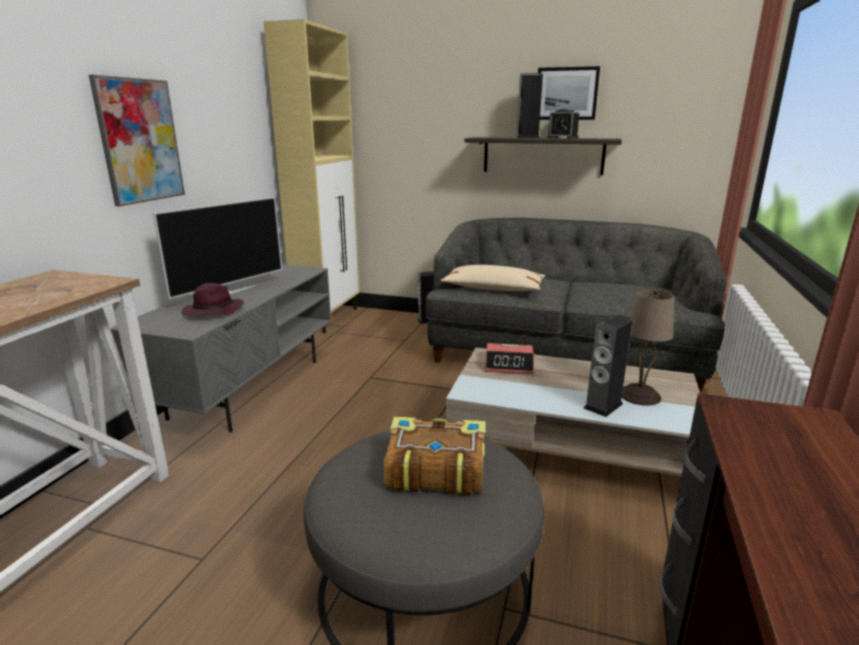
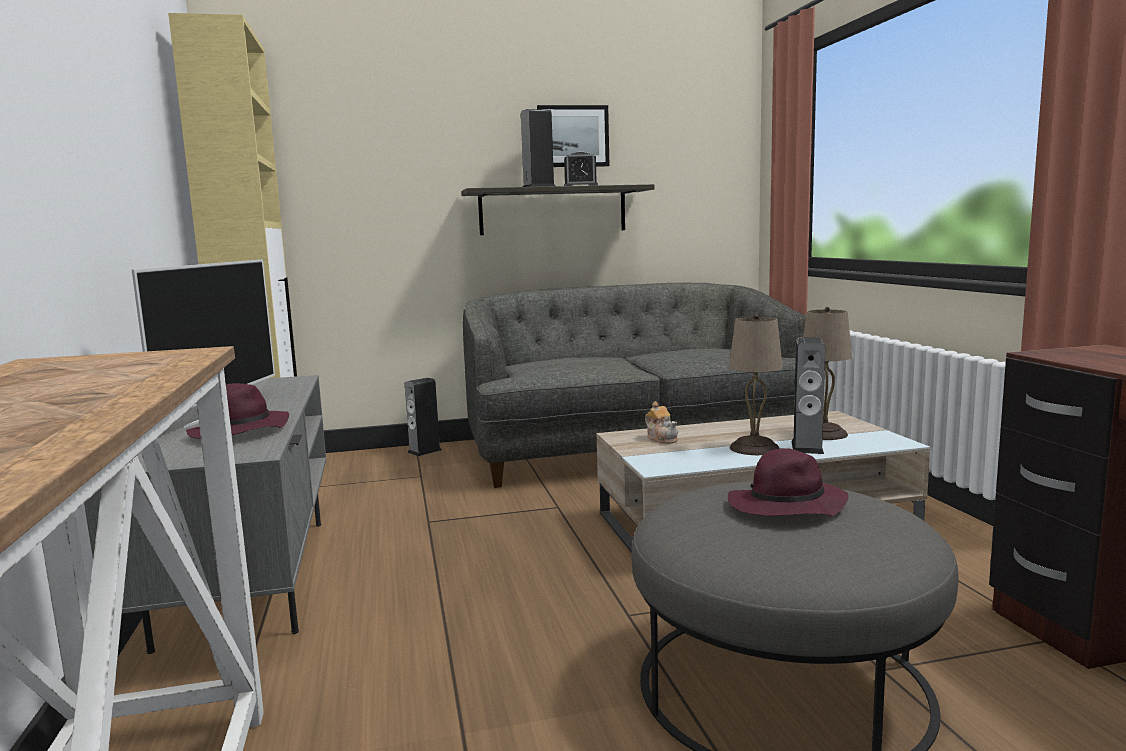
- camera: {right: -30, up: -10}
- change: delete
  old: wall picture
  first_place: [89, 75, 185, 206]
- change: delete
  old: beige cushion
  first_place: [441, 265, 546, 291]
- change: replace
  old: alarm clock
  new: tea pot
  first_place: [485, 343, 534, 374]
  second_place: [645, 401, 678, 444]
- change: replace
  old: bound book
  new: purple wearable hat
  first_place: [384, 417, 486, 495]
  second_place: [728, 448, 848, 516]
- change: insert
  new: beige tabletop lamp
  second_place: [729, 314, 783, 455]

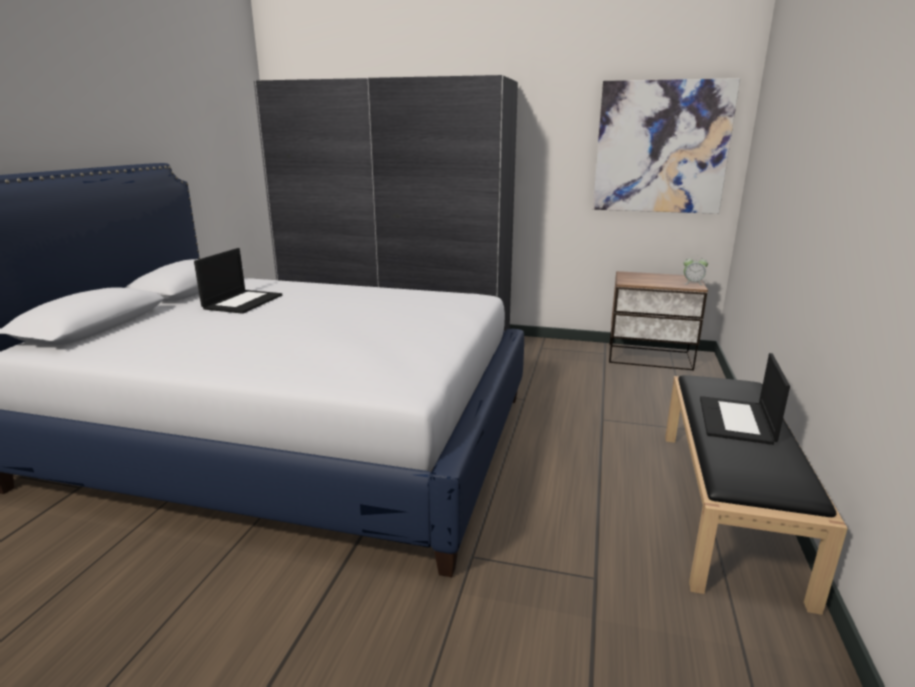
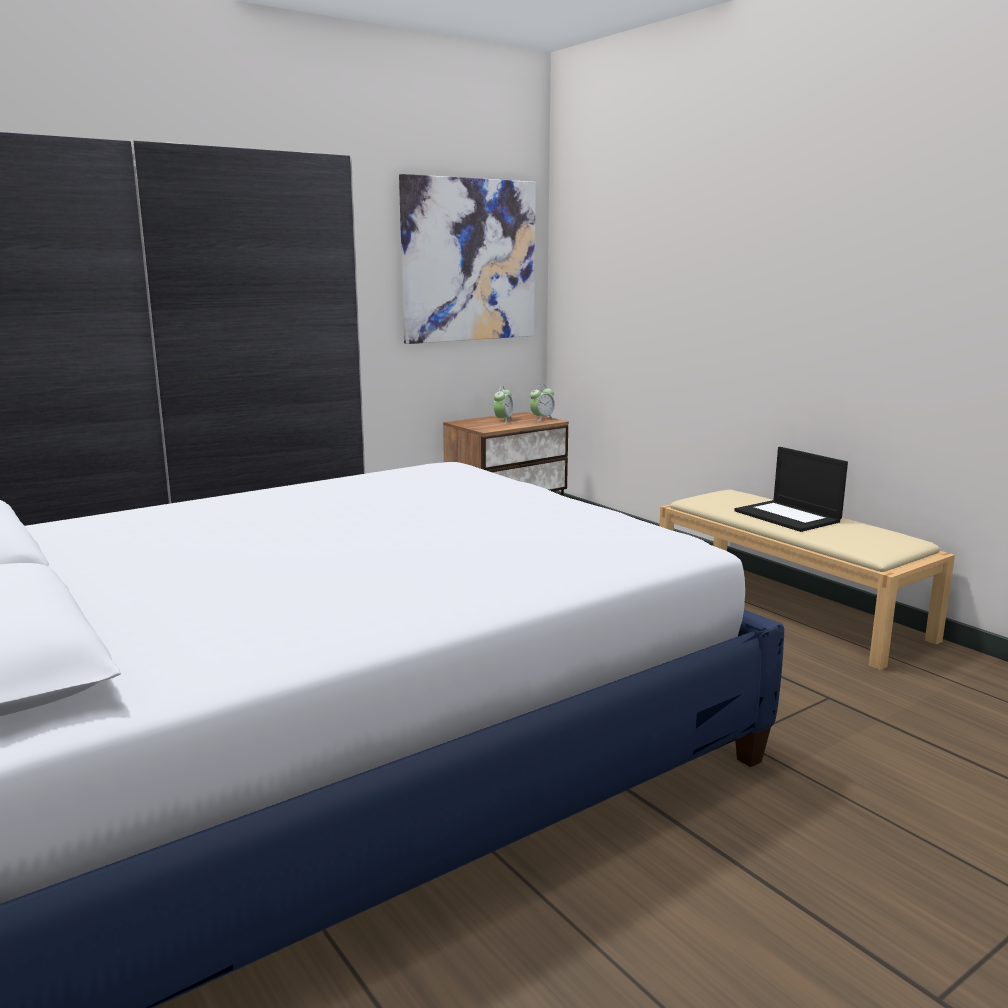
- camera: {right: -50, up: -5}
- change: delete
  old: portable computer
  first_place: [194, 248, 282, 314]
- change: recolor
  old: black indoor bench
  new: beige indoor bench
  first_place: [665, 375, 848, 615]
  second_place: [659, 489, 955, 670]
- change: insert
  new: alarm clock
  second_place: [494, 386, 513, 423]

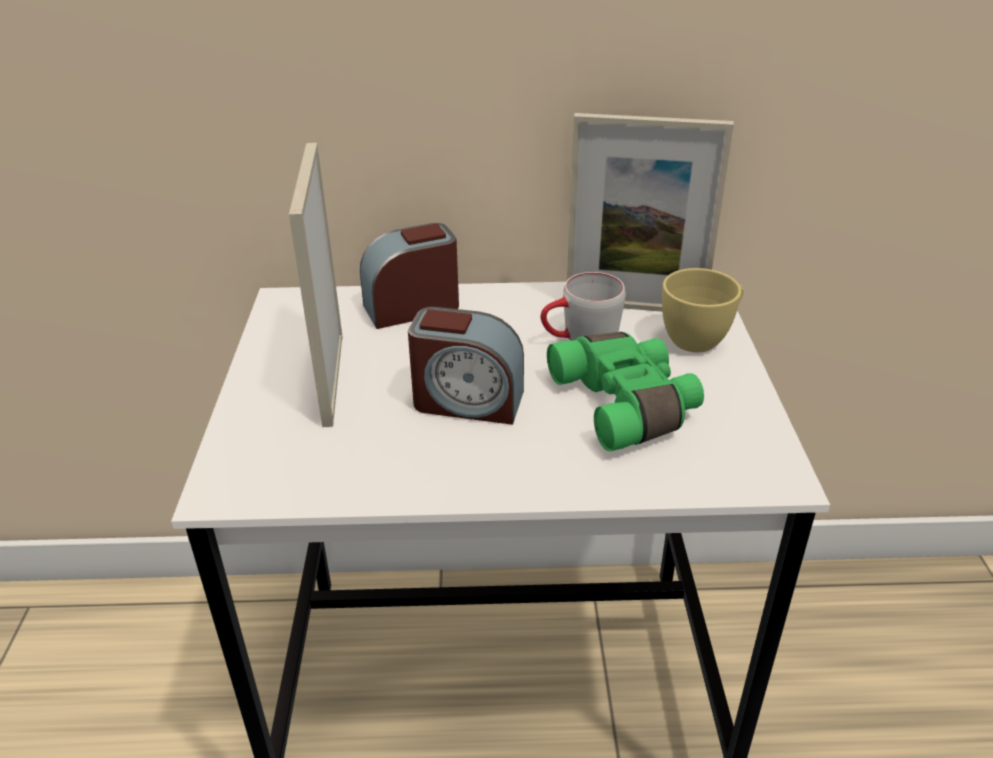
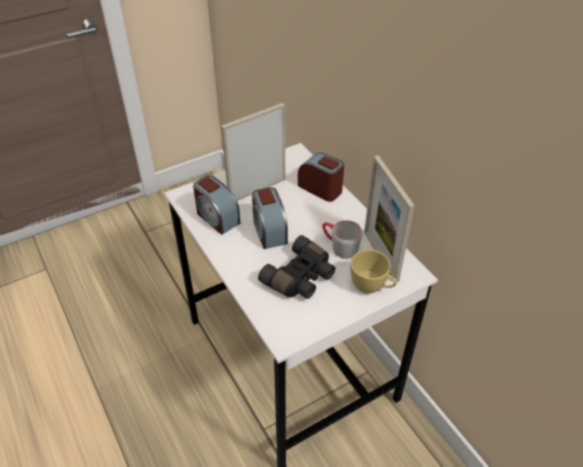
- camera: {right: 60, up: 10}
- change: recolor
  old: green field glasses
  new: black field glasses
  first_place: [547, 332, 704, 451]
  second_place: [258, 235, 335, 299]
- change: insert
  new: alarm clock
  second_place: [193, 175, 240, 235]

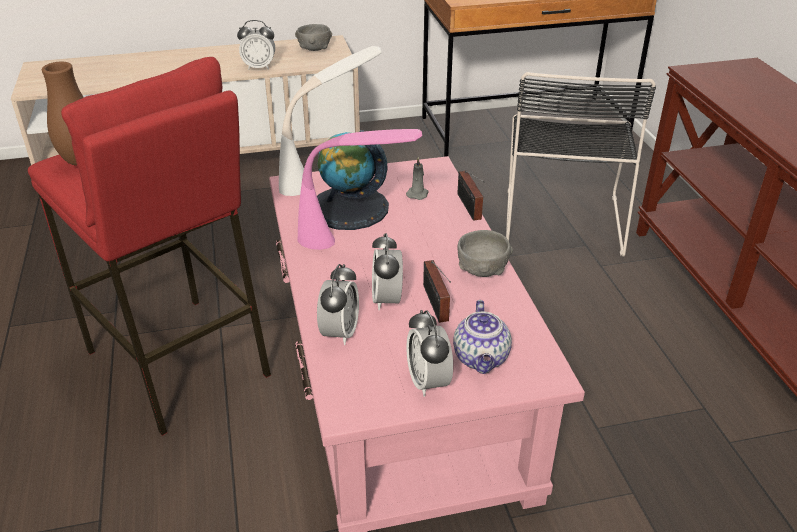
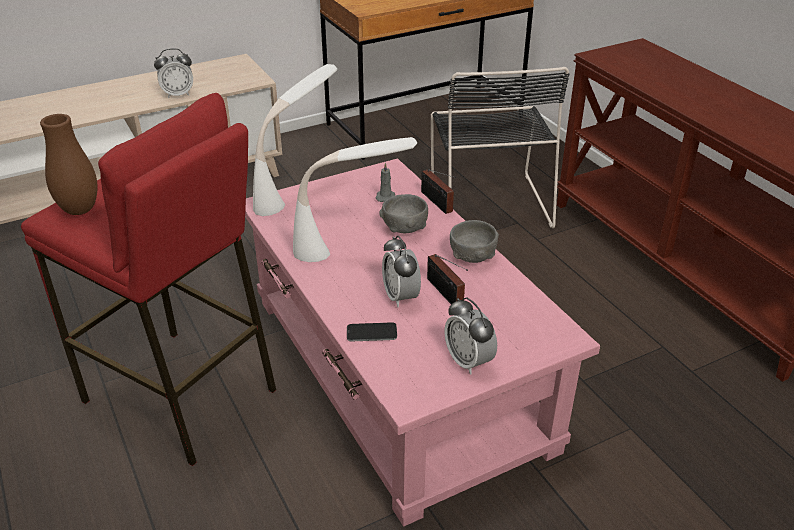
- camera: {right: -15, up: 0}
- change: move
  old: gray deep dish
  first_place: [295, 24, 332, 51]
  second_place: [379, 194, 428, 233]
- change: recolor
  old: pink-coloured tabletop lamp
  new: whitish tabletop lamp
  first_place: [298, 129, 422, 250]
  second_place: [293, 137, 417, 262]
- change: delete
  old: desk globe
  first_place: [317, 130, 389, 230]
- change: replace
  old: alarm clock
  new: telephone
  first_place: [317, 264, 359, 345]
  second_place: [347, 322, 397, 341]
- change: delete
  old: tea pot
  first_place: [453, 300, 512, 374]

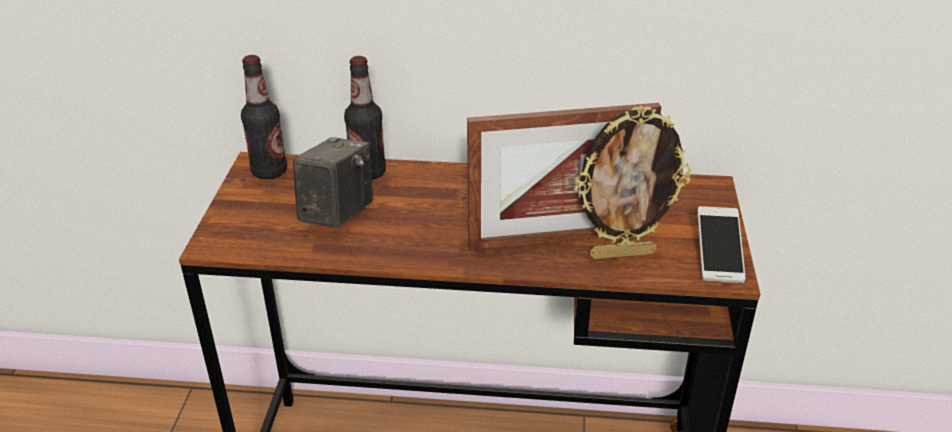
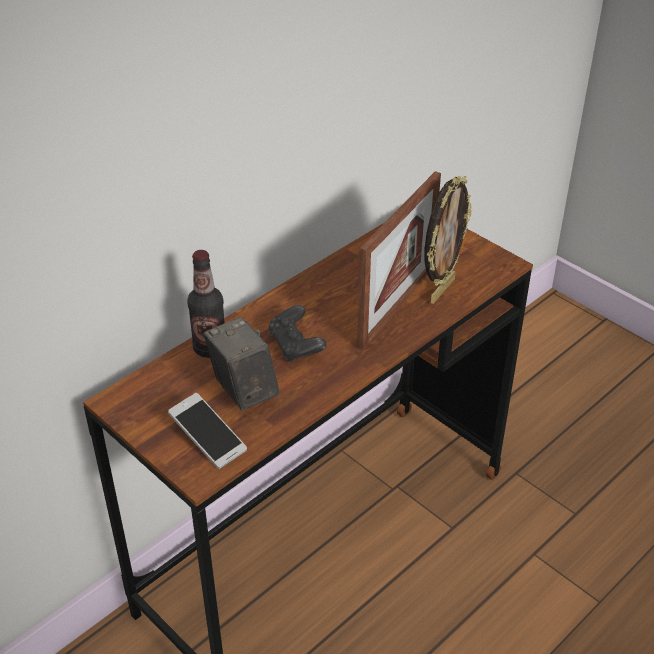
- camera: {right: -50, up: 5}
- change: delete
  old: bottle
  first_place: [241, 55, 287, 179]
- change: move
  old: telephone
  first_place: [697, 206, 746, 283]
  second_place: [168, 393, 247, 469]
- change: insert
  new: black game controller
  second_place: [268, 305, 326, 362]

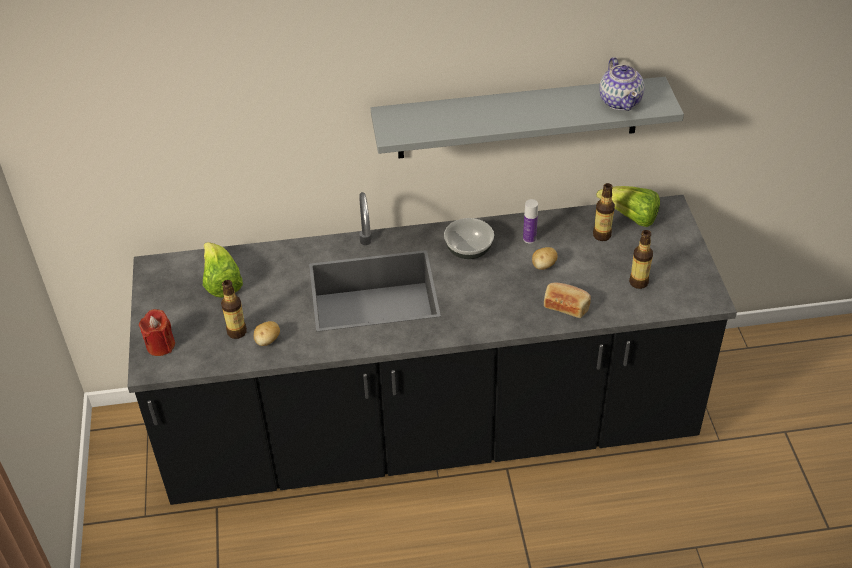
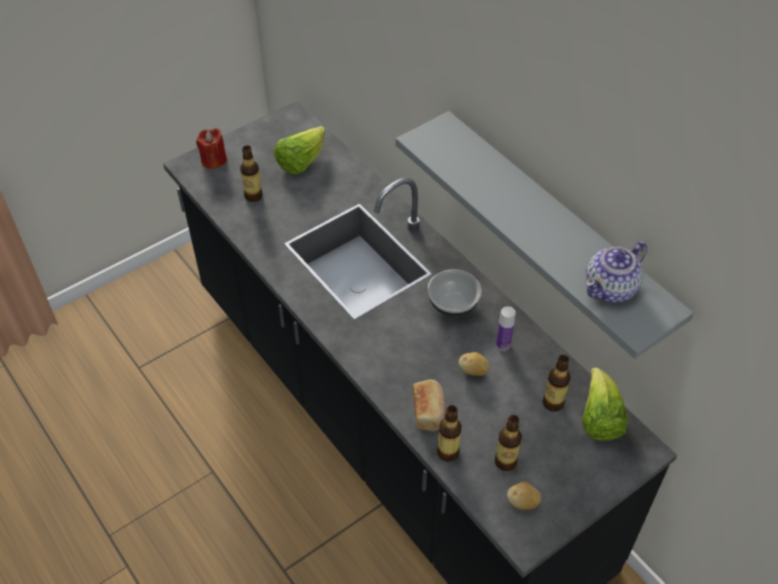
- camera: {right: 60, up: 5}
- change: move
  old: potato
  first_place: [254, 321, 280, 346]
  second_place: [507, 482, 541, 510]
- change: insert
  new: bottle
  second_place: [437, 405, 462, 462]

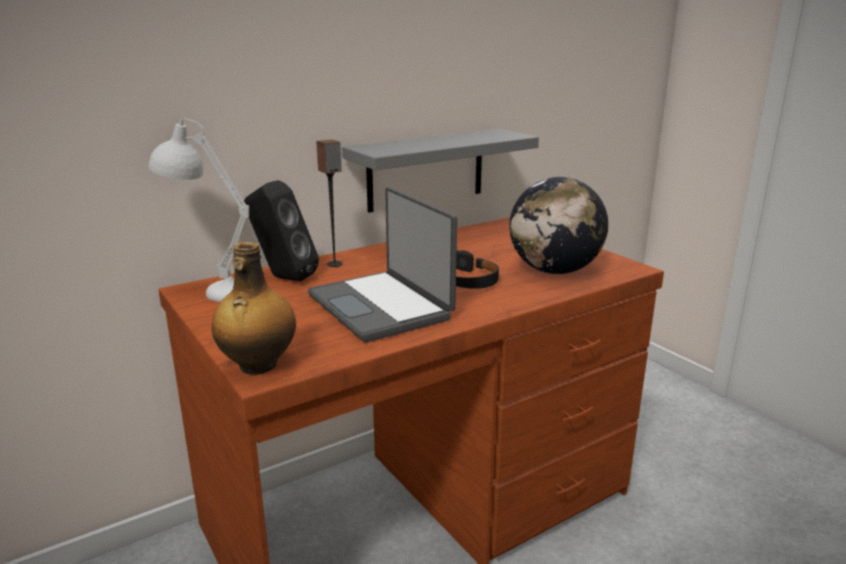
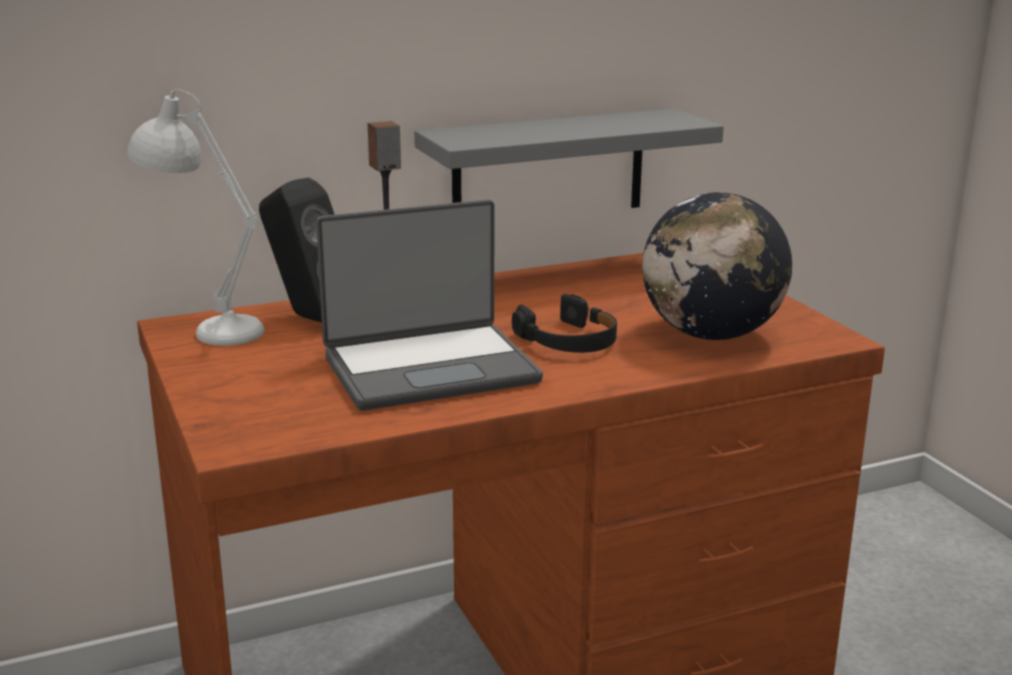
- camera: {right: 10, up: 0}
- change: rotate
  old: portable computer
  first_place: [308, 187, 457, 342]
  second_place: [316, 199, 543, 411]
  degrees: -90
- change: delete
  old: bottle
  first_place: [211, 242, 296, 375]

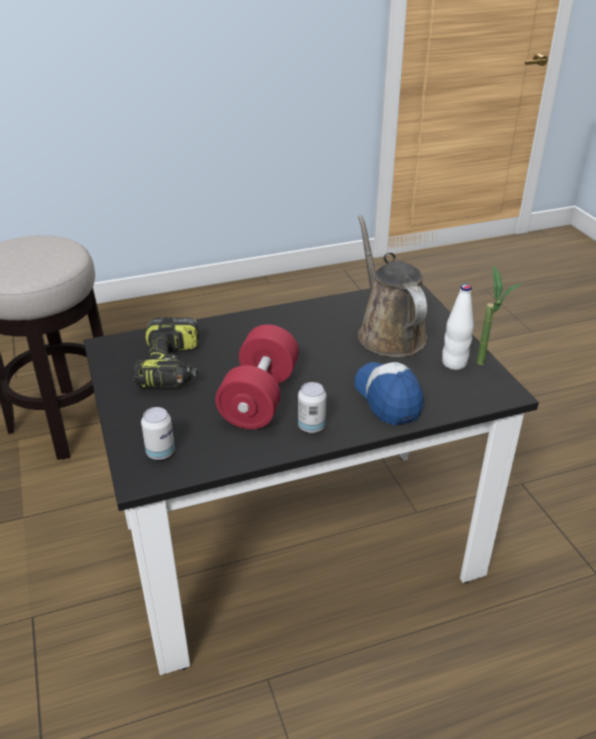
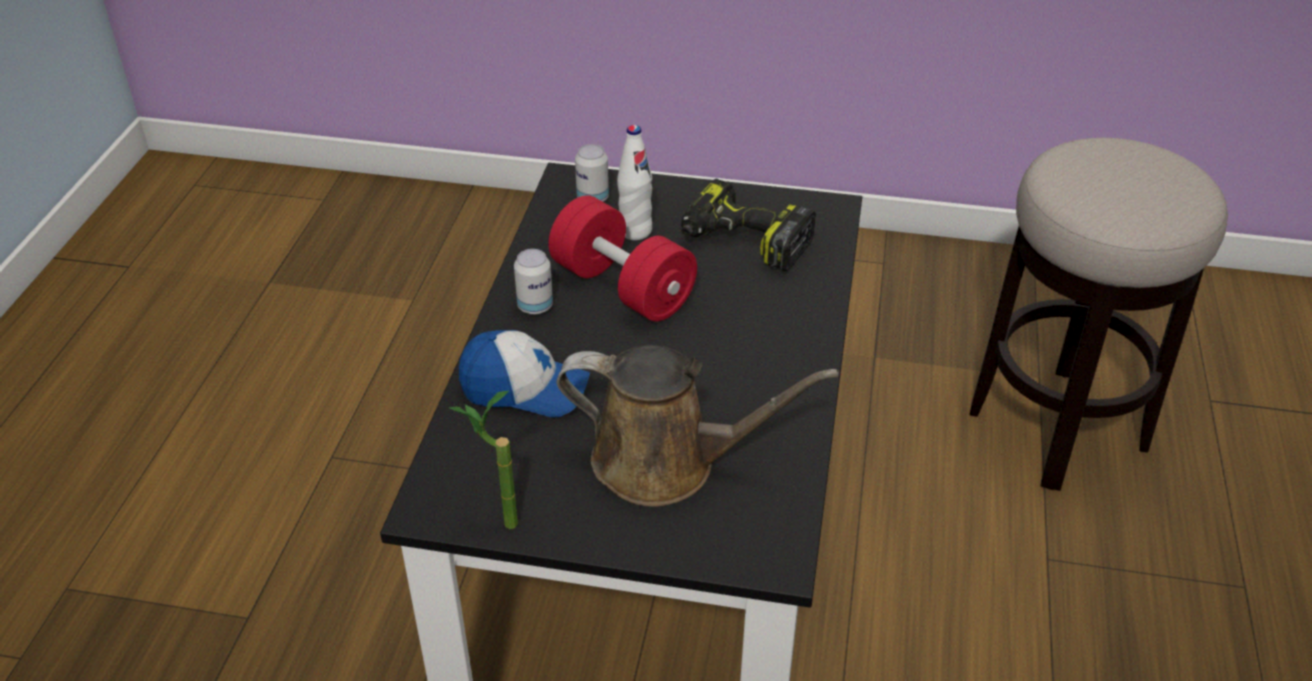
- camera: {right: 120, up: 5}
- change: move
  old: whitish bottle
  first_place: [442, 284, 474, 370]
  second_place: [617, 125, 652, 240]

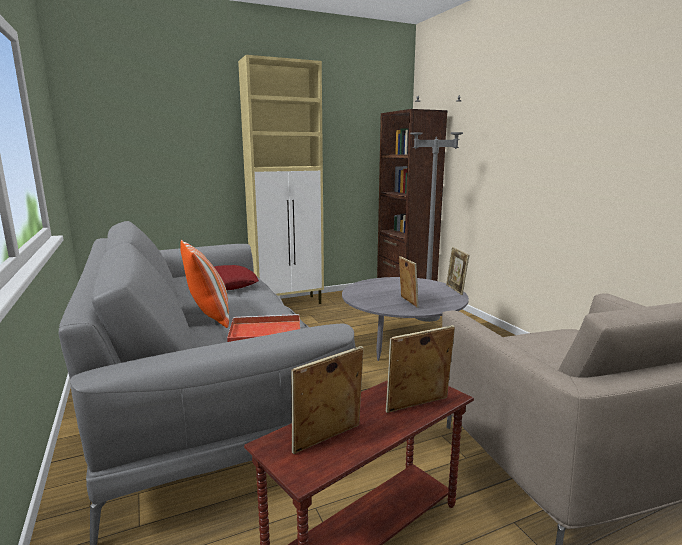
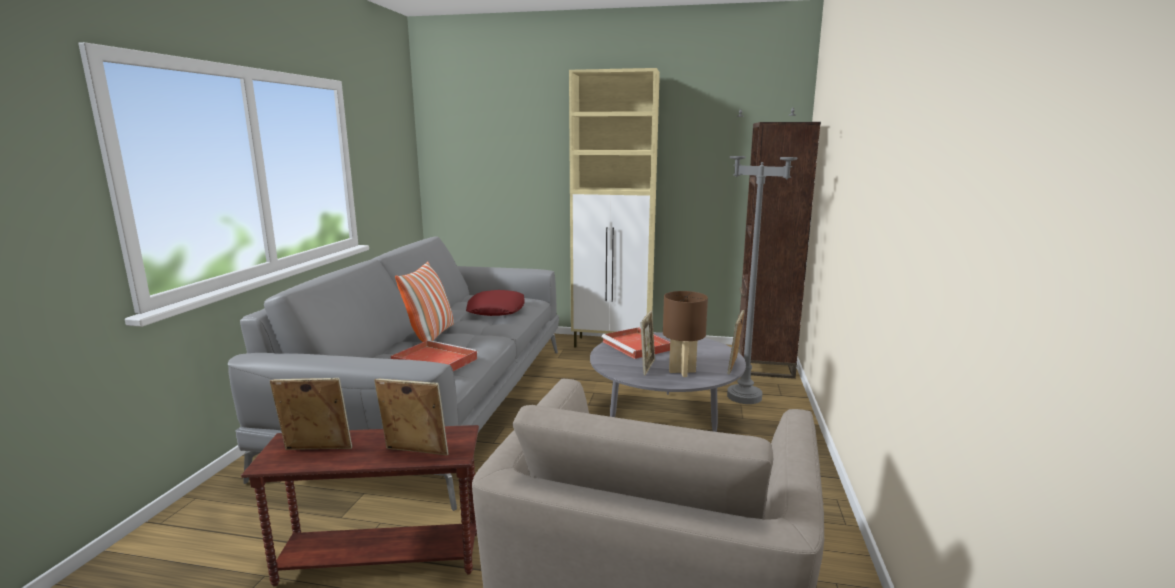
- camera: {right: 35, up: 0}
- change: insert
  new: brownish tabletop lamp
  second_place: [663, 291, 708, 377]
- change: insert
  new: reddish tray
  second_place: [602, 327, 670, 359]

